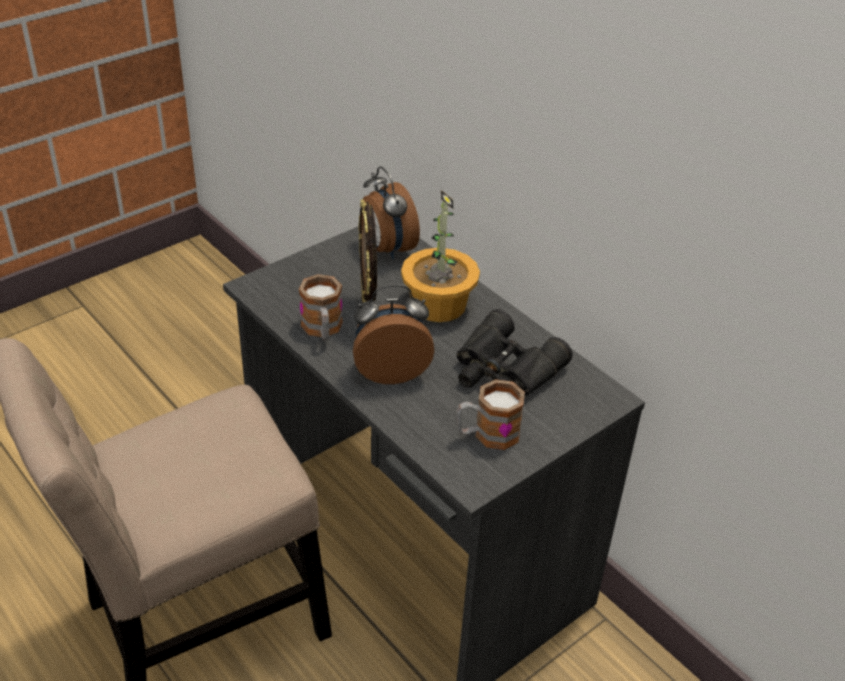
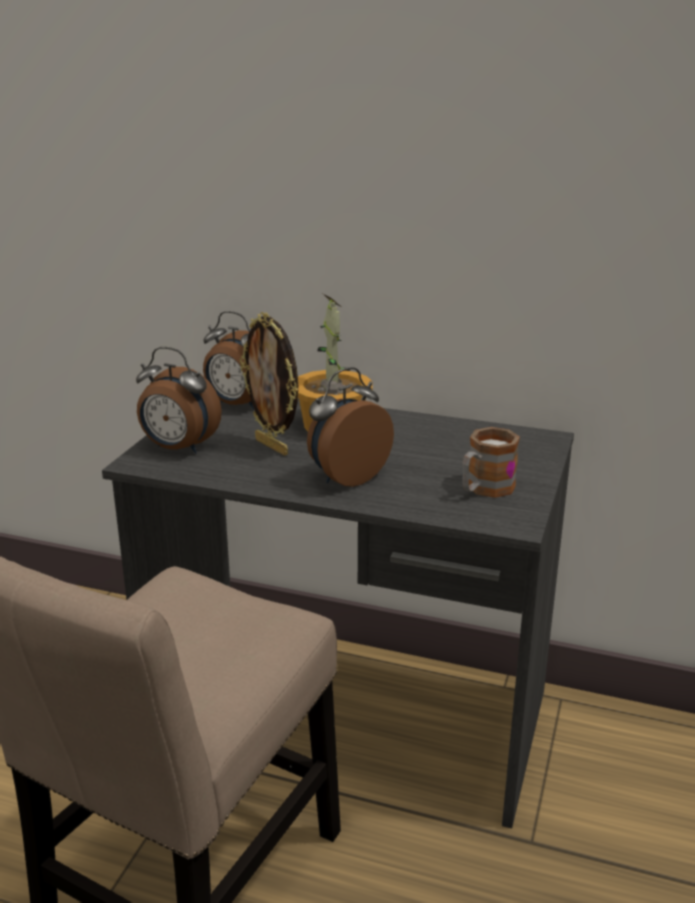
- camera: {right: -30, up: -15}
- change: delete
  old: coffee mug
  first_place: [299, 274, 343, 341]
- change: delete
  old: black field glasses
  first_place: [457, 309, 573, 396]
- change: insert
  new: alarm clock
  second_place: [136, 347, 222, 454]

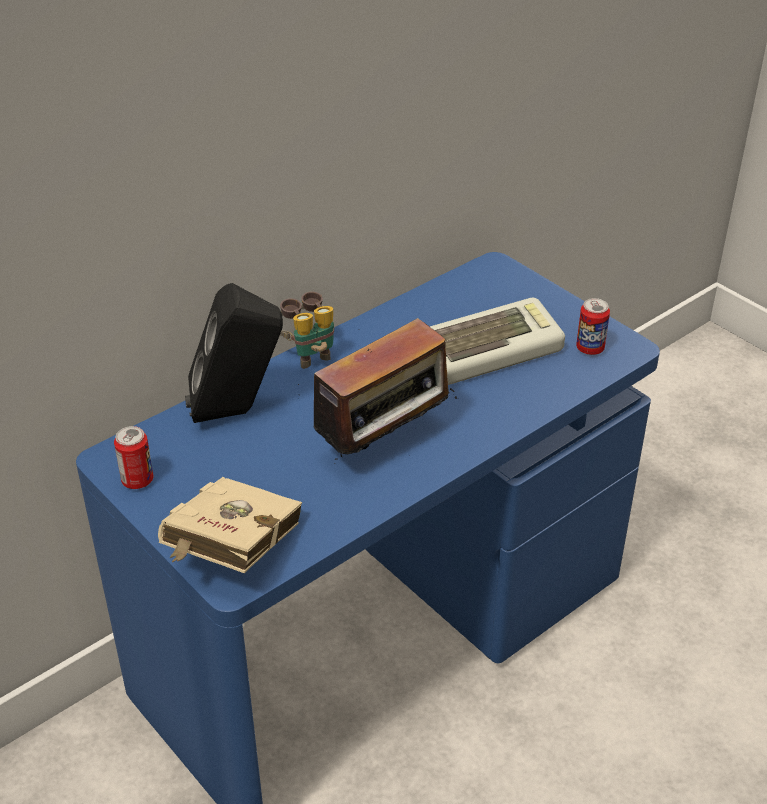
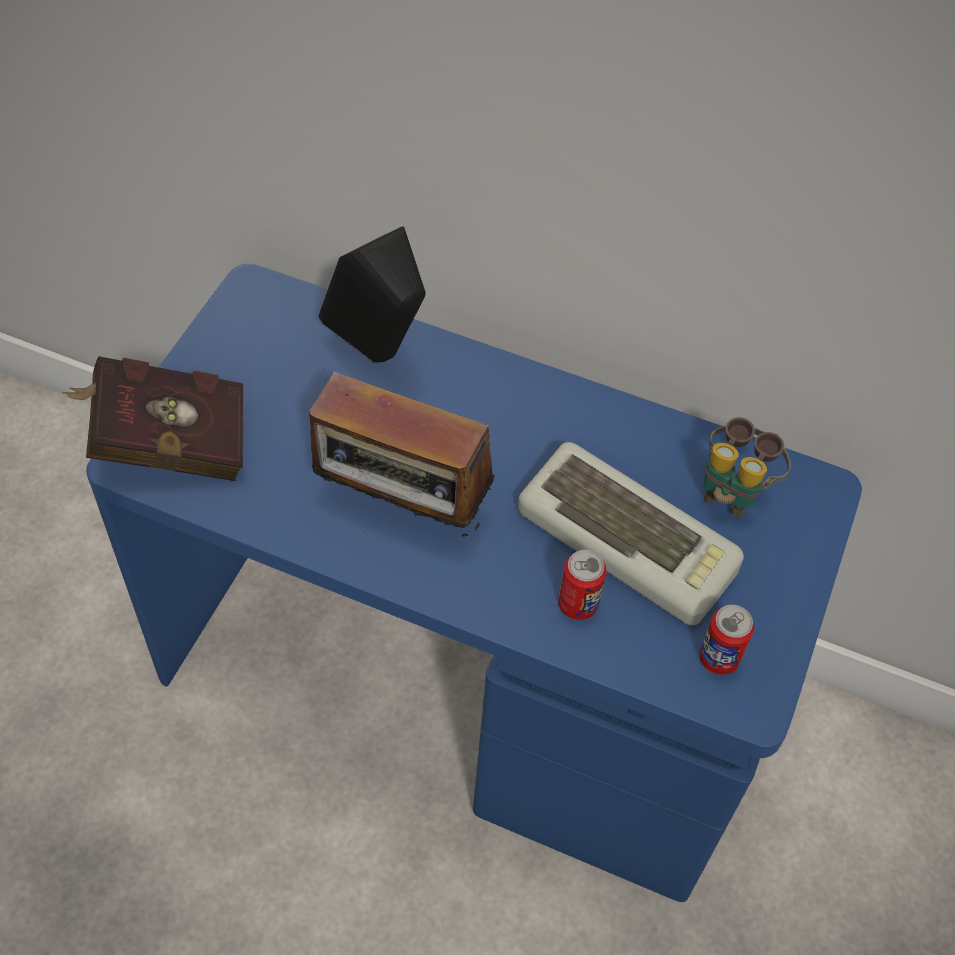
- camera: {right: 60, up: 15}
- change: move
  old: field glasses
  first_place: [280, 292, 334, 369]
  second_place: [704, 417, 791, 518]
- change: move
  old: metal can
  first_place: [114, 426, 153, 489]
  second_place: [558, 550, 606, 620]
- change: recolor
  old: beige bound book
  new: reddish bound book
  first_place: [158, 477, 302, 573]
  second_place: [62, 356, 243, 481]

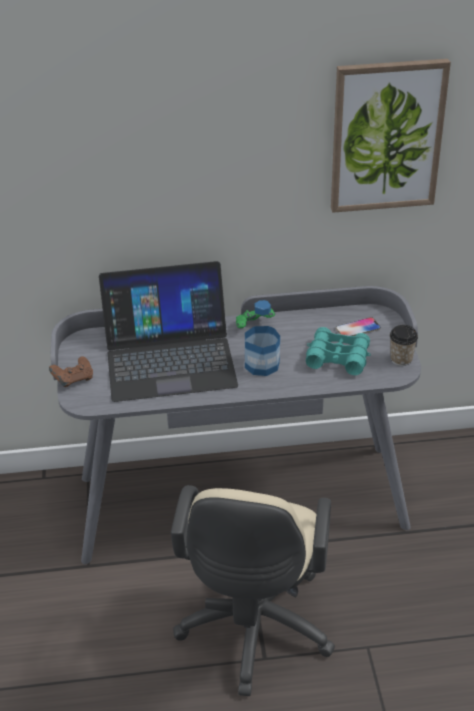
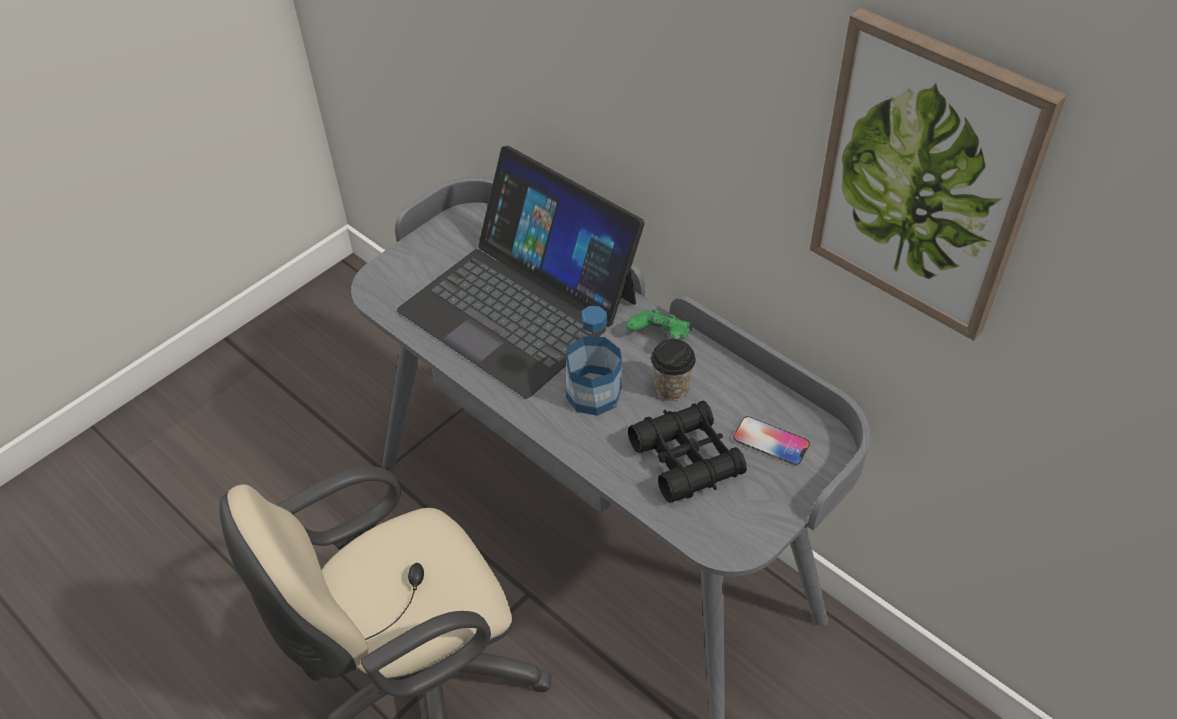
- camera: {right: 50, up: 10}
- change: move
  old: drinking cup
  first_place: [390, 325, 418, 366]
  second_place: [651, 339, 696, 401]
- change: recolor
  old: blue-green field glasses
  new: black field glasses
  first_place: [306, 327, 371, 375]
  second_place: [628, 401, 747, 502]
- change: delete
  old: brownish game controller
  first_place: [49, 356, 93, 387]

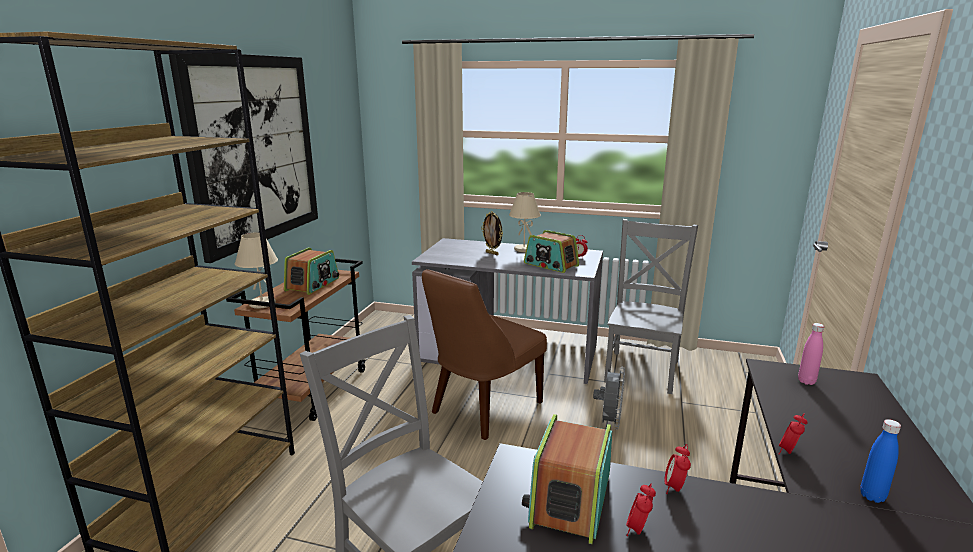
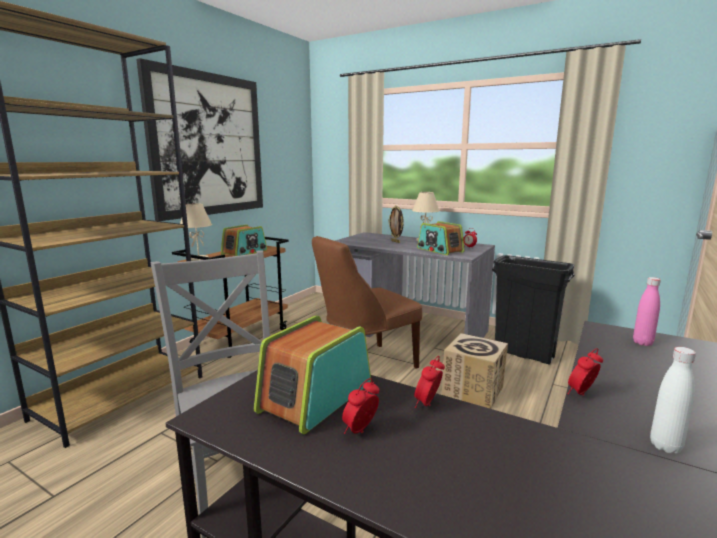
- camera: {right: 15, up: -5}
- change: replace
  old: gray plain chair
  new: black rubbish bin
  first_place: [604, 219, 698, 394]
  second_place: [492, 255, 575, 365]
- change: replace
  old: gray cooling fan
  new: cardboard box
  first_place: [593, 366, 625, 429]
  second_place: [442, 333, 508, 409]
- change: recolor
  old: blue-coloured bottle
  new: whitish bottle
  first_place: [860, 419, 901, 503]
  second_place: [650, 347, 696, 454]

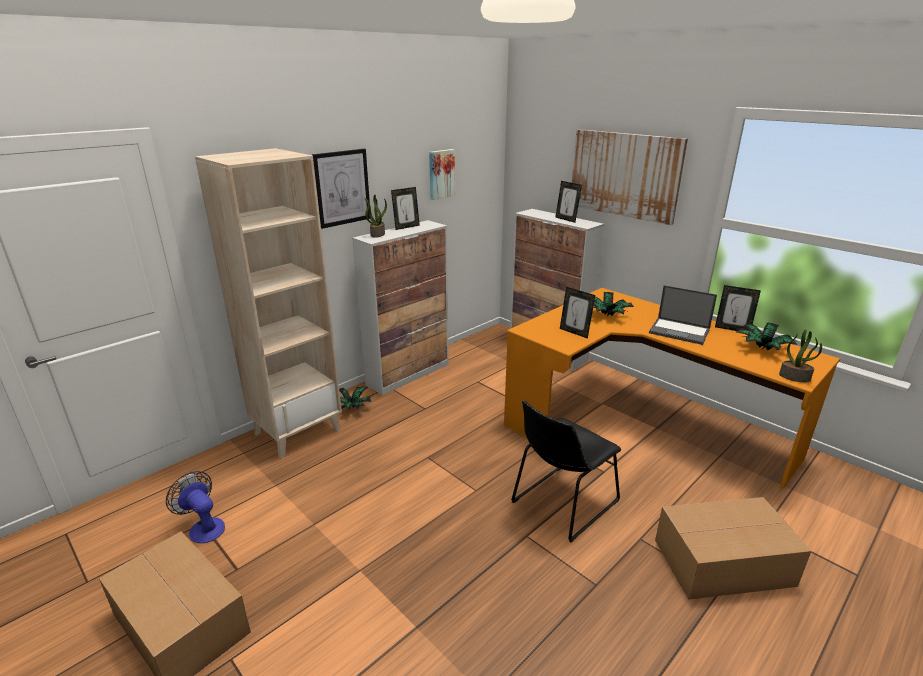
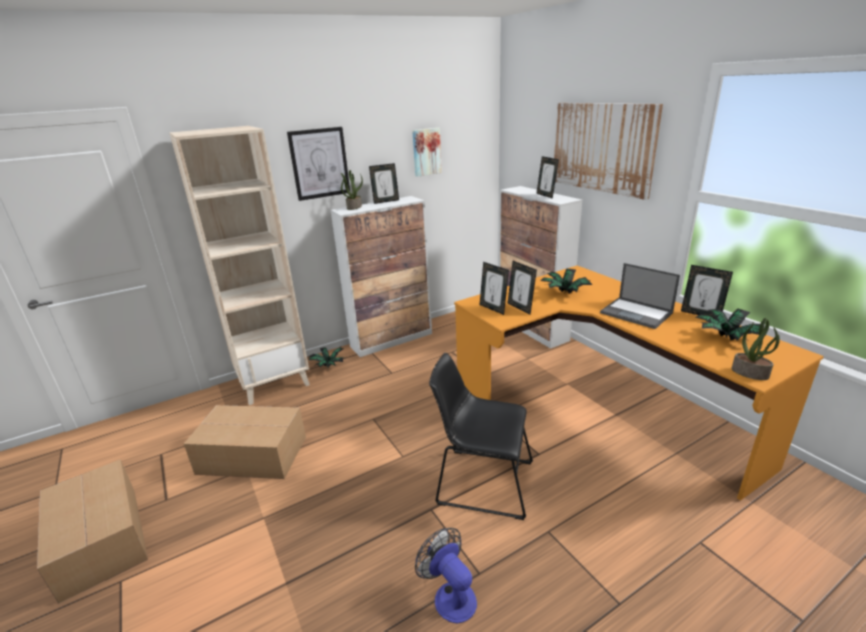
- camera: {right: 15, up: 0}
- change: rotate
  old: black plain chair
  first_place: [511, 400, 621, 542]
  second_place: [429, 353, 533, 520]
  degrees: 45
- change: move
  old: cooling fan
  first_place: [166, 471, 225, 543]
  second_place: [415, 528, 477, 623]
- change: move
  old: cardboard box
  first_place: [655, 497, 811, 599]
  second_place: [184, 405, 306, 479]
- change: insert
  new: standing frame
  second_place: [480, 262, 509, 315]

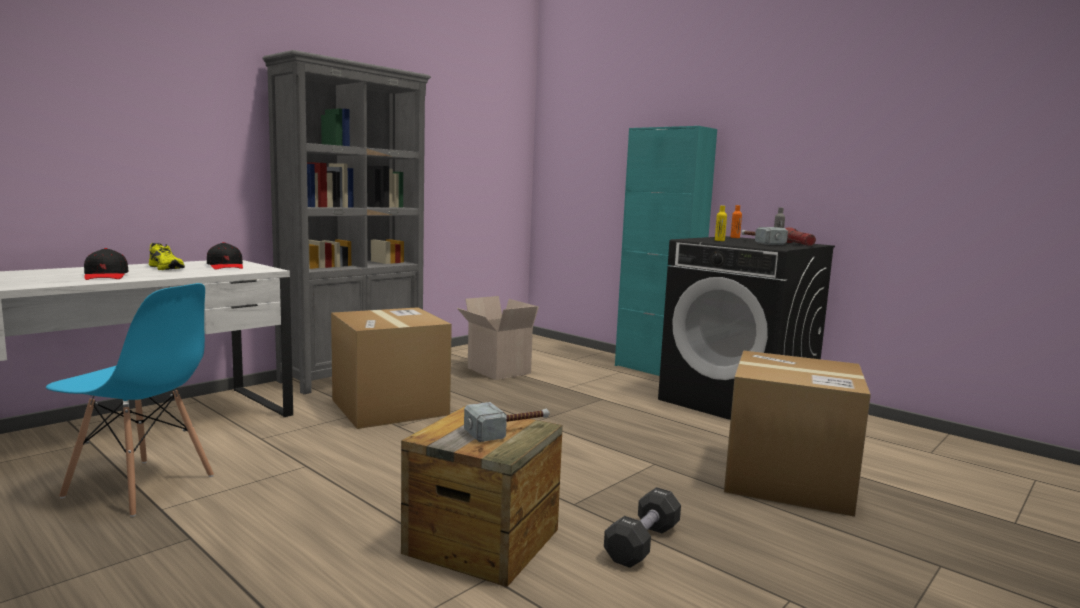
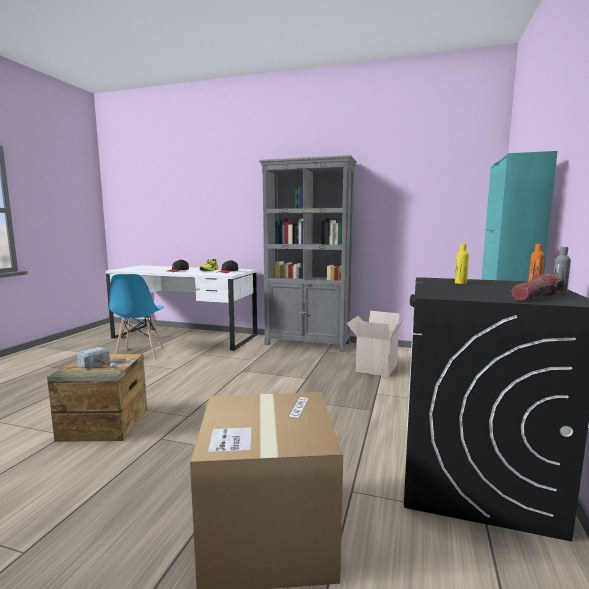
- camera: {right: 65, up: 0}
- change: delete
  old: tool hammer
  first_place: [741, 227, 788, 245]
- change: delete
  old: cardboard box
  first_place: [331, 307, 452, 429]
- change: delete
  old: black dumbbell
  first_place: [604, 487, 681, 568]

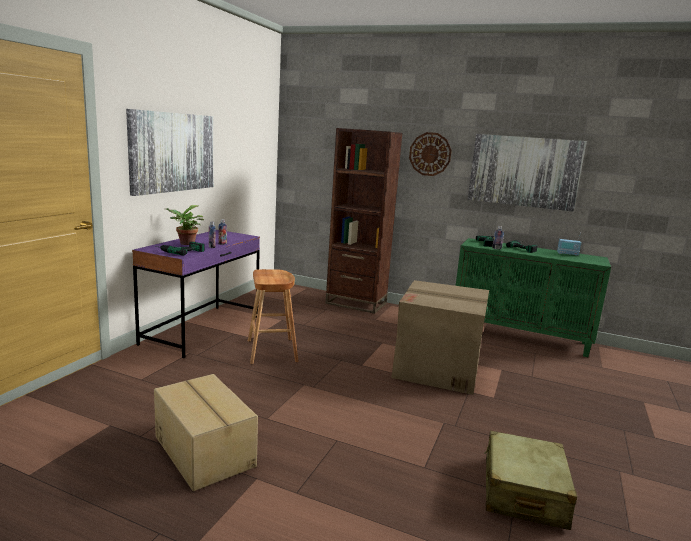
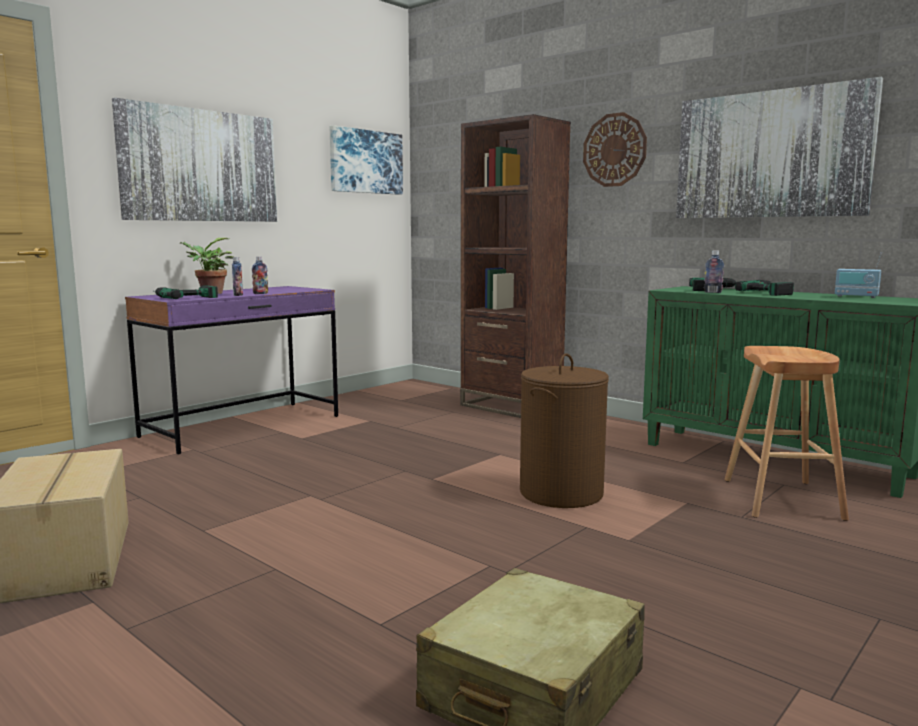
- camera: {right: 20, up: -5}
- change: move
  old: brownish stool
  first_place: [248, 269, 298, 364]
  second_place: [724, 346, 849, 521]
- change: replace
  old: cardboard box
  new: brownish laundry basket
  first_place: [391, 280, 489, 395]
  second_place: [520, 353, 609, 508]
- change: insert
  new: wall picture
  second_place: [330, 125, 403, 195]

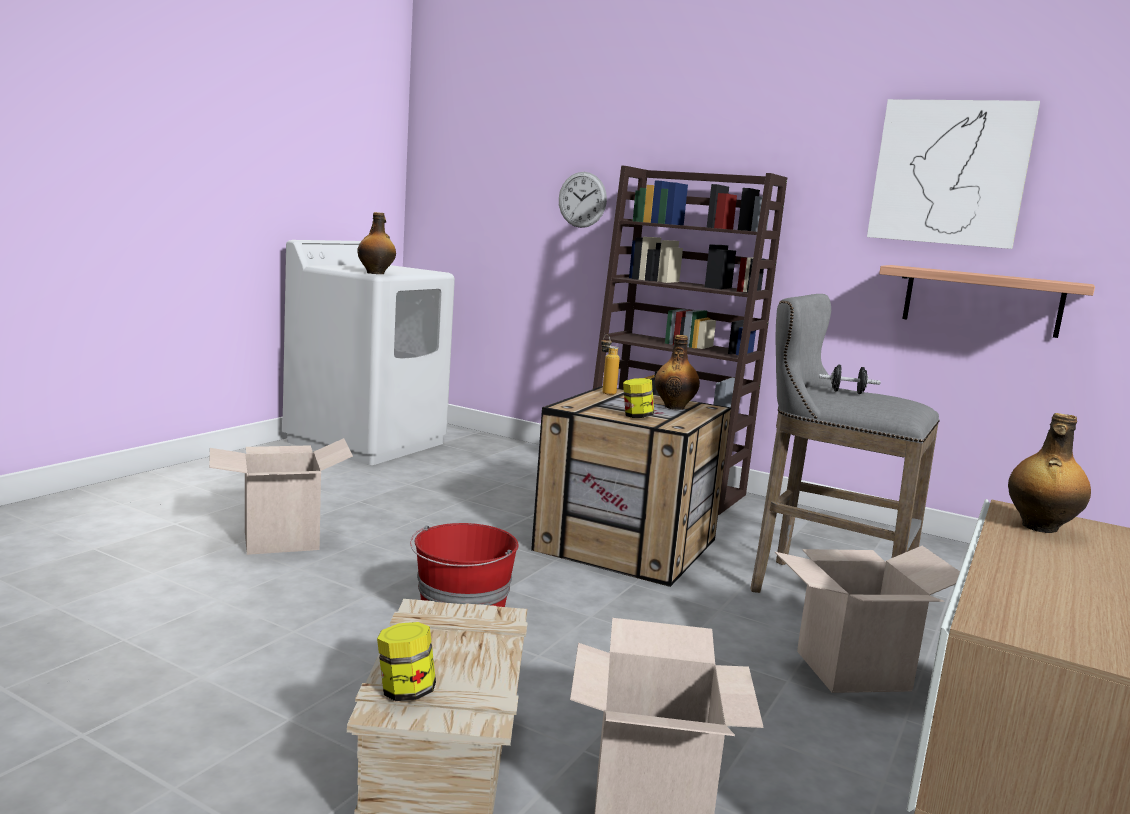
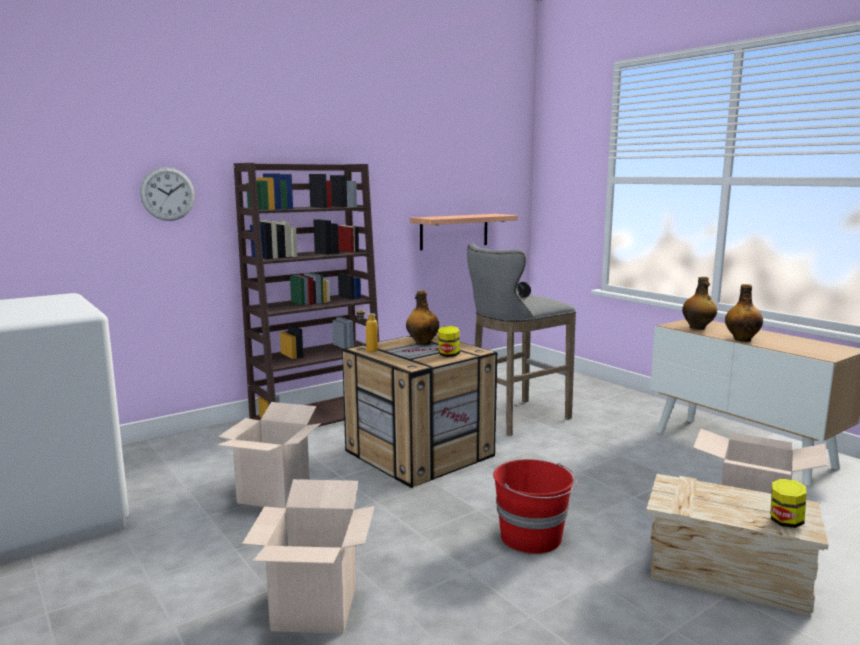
- camera: {right: -65, up: 0}
- change: delete
  old: wall picture
  first_place: [867, 99, 1040, 249]
- change: move
  old: bottle
  first_place: [358, 212, 396, 274]
  second_place: [725, 284, 763, 342]
- change: move
  old: cardboard box
  first_place: [775, 546, 960, 693]
  second_place: [217, 402, 321, 508]

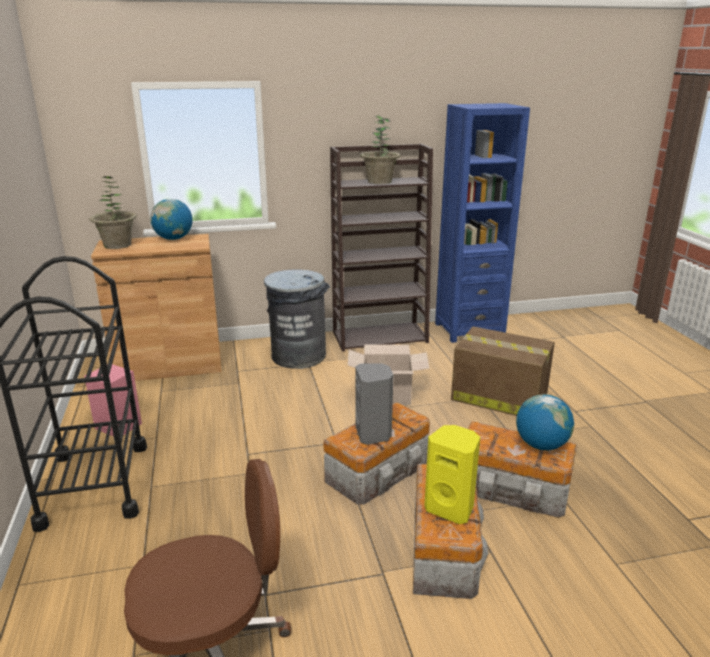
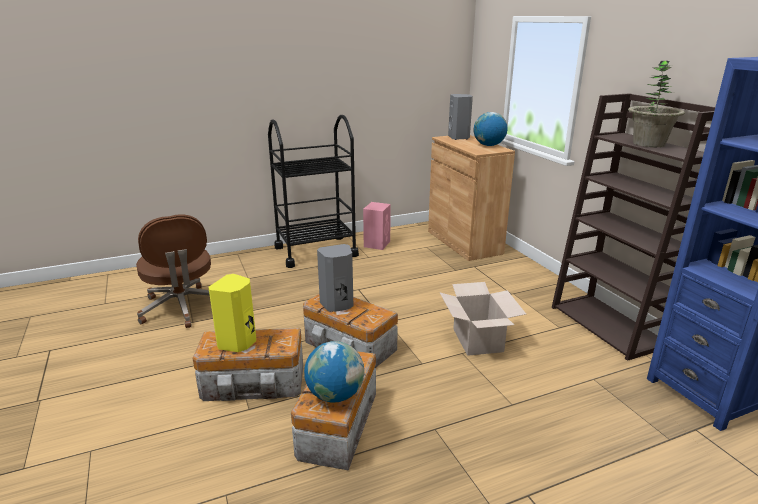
- camera: {right: 80, up: 0}
- change: replace
  old: potted plant
  new: gray loudspeaker
  first_place: [89, 176, 137, 249]
  second_place: [448, 94, 473, 140]
- change: delete
  old: gray rubbish bin
  first_place: [264, 269, 330, 369]
- change: delete
  old: cardboard box
  first_place: [451, 326, 555, 416]

